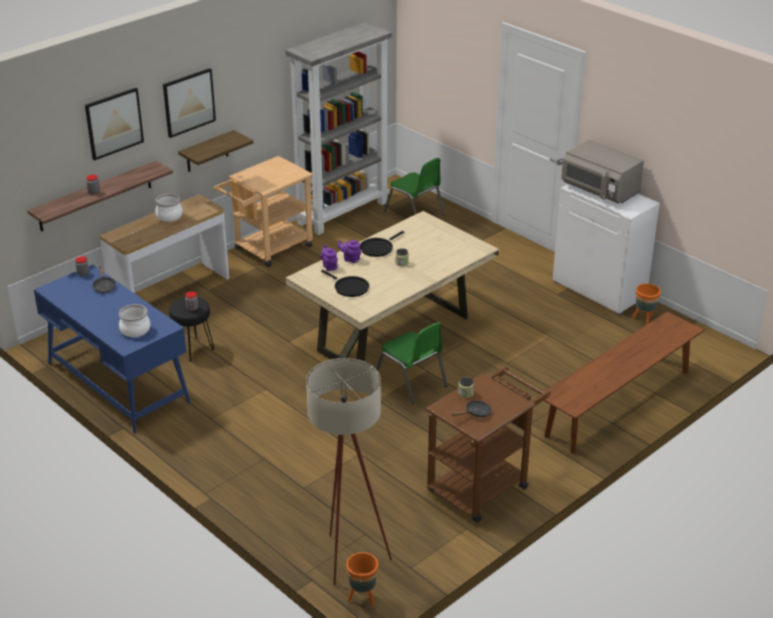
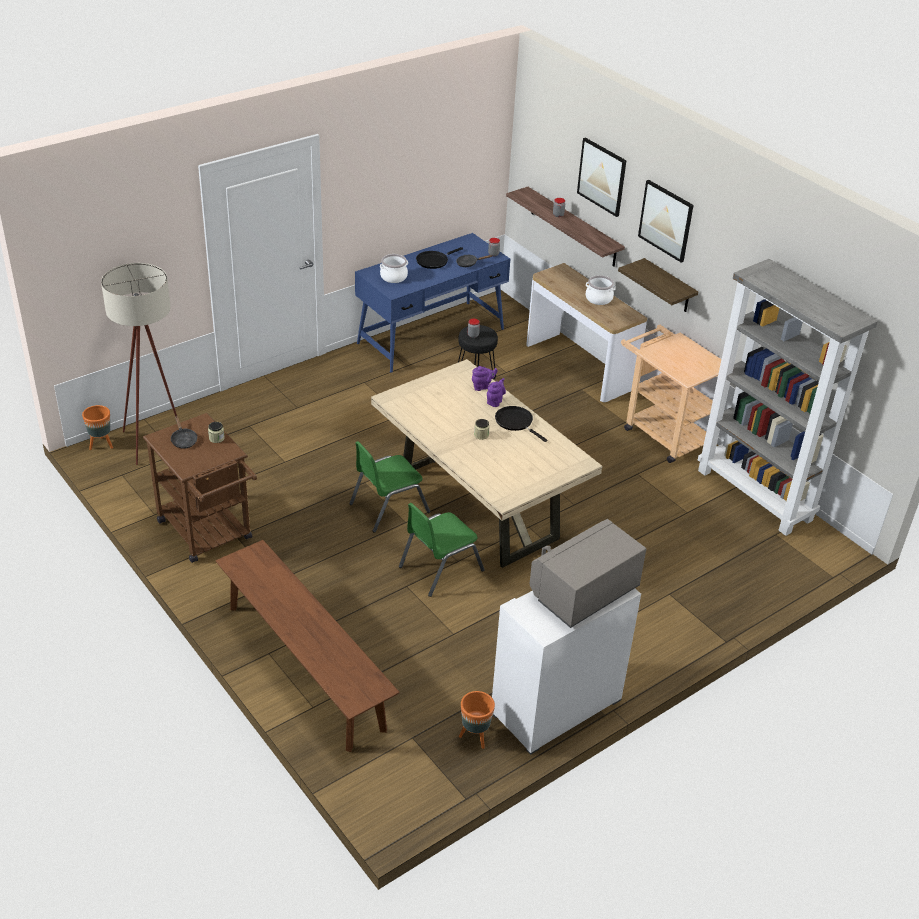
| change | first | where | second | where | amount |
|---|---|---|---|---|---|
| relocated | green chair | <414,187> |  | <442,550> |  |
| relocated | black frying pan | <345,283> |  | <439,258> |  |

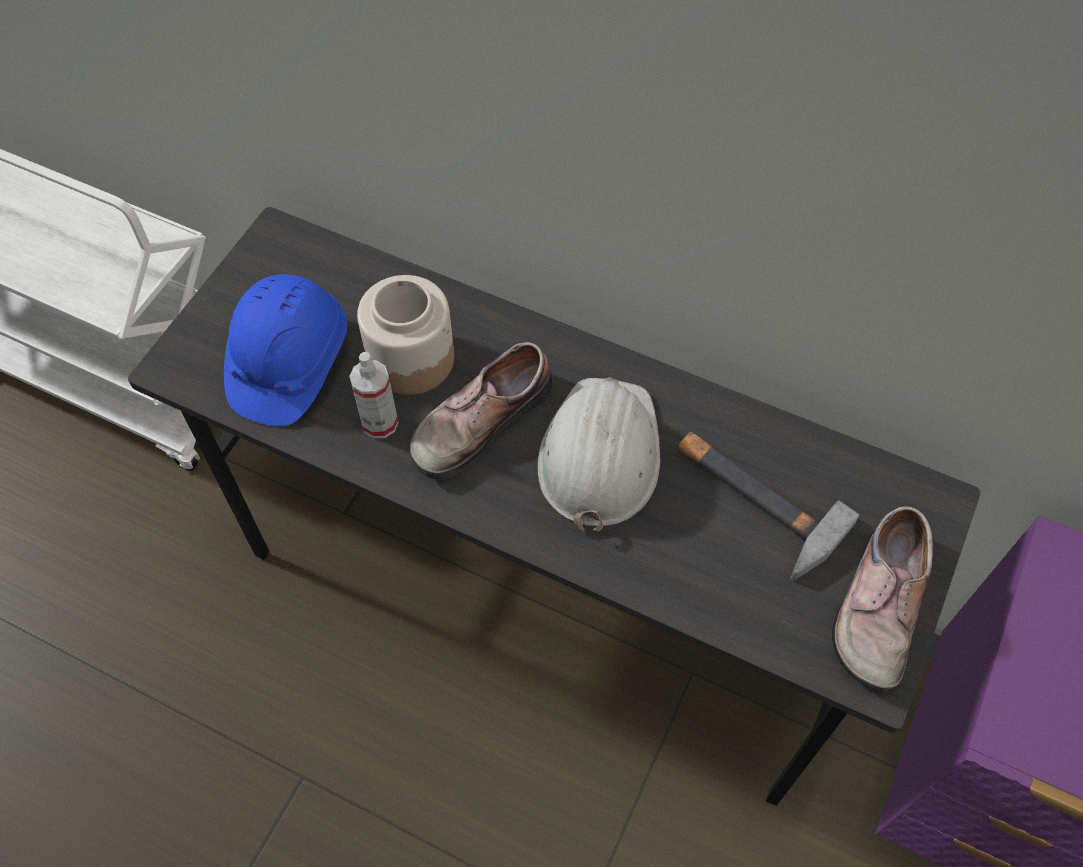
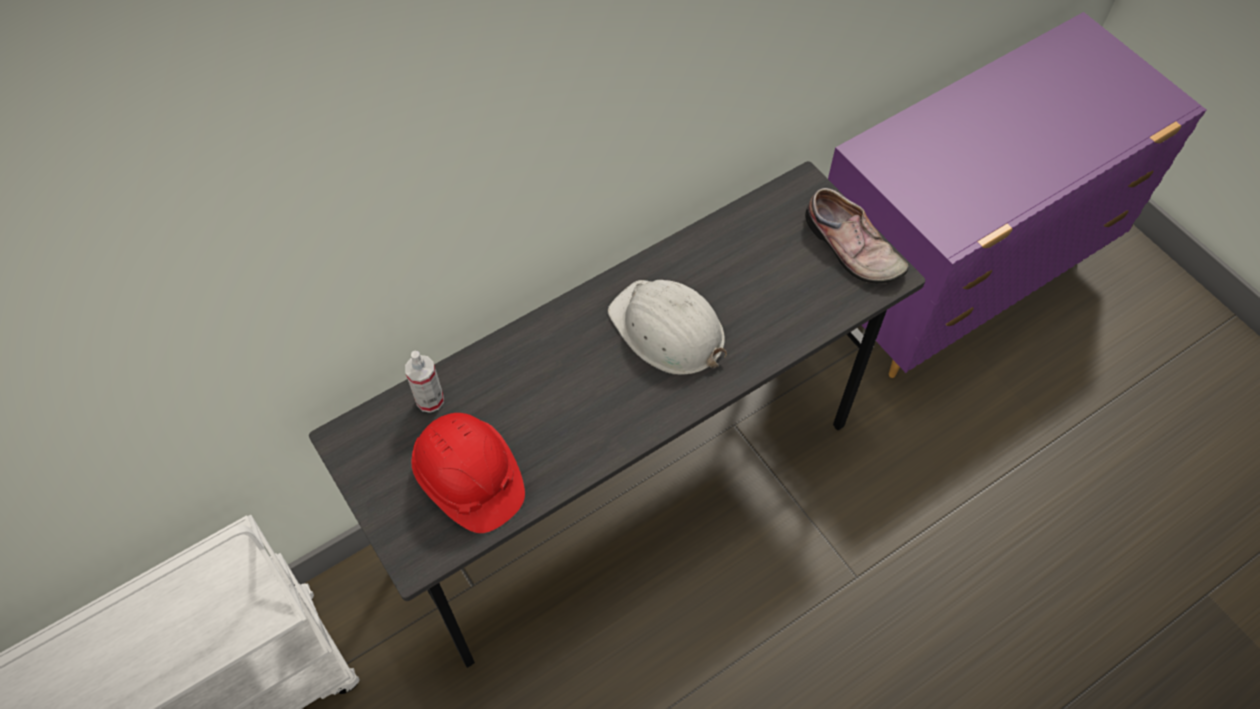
| change | first | where | second | where | amount |
|---|---|---|---|---|---|
| relocated | spray bottle | <373,395> |  | <424,382> |  |
| colour | blue hard hat | <285,350> | red hard hat | <468,473> |  |
| missing | jar | <405,335> |  |  |  |
| missing | shoe | <481,411> |  |  |  |
| missing | hammer | <768,506> |  |  |  |

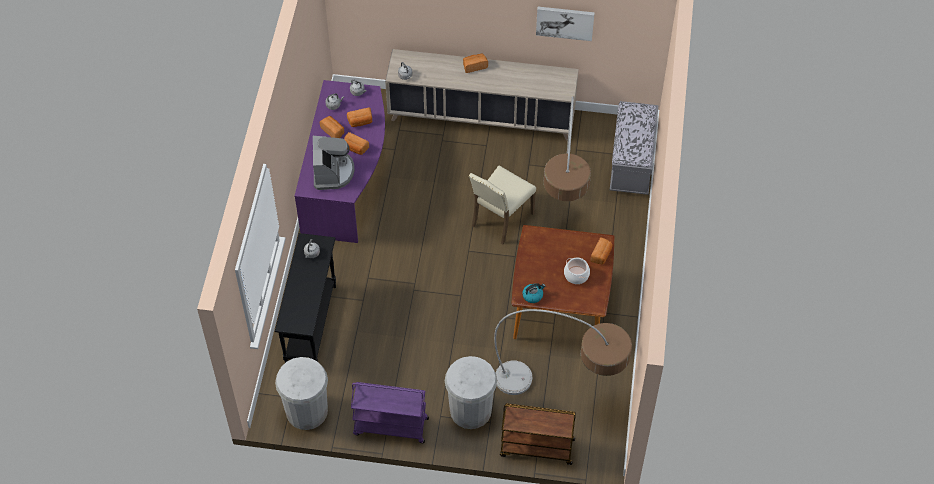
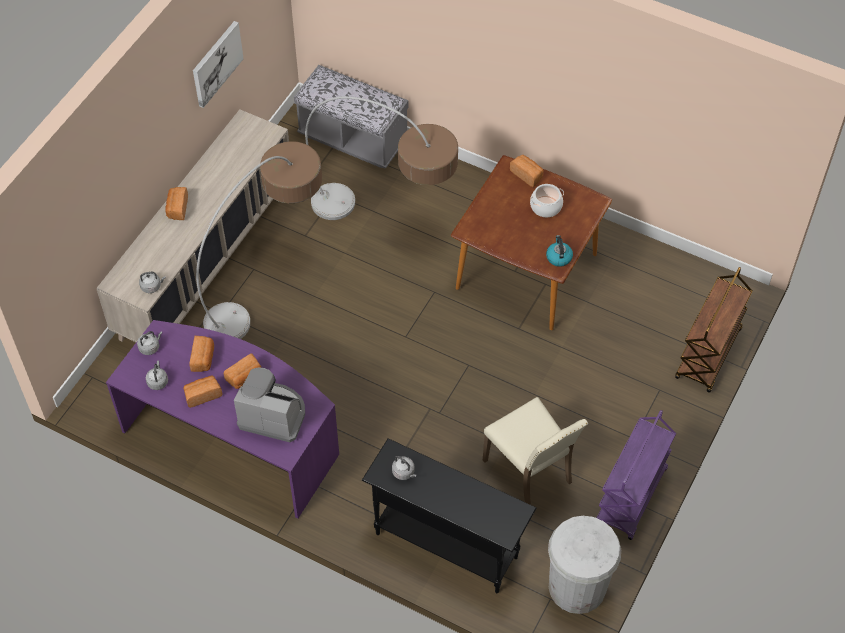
| change | first | where | second | where | amount |
|---|---|---|---|---|---|
| relocated | floor lamp | <563,352> |  | <259,240> |  |
| relocated | beige chair | <502,205> |  | <535,451> |  |
| missing | white trash can | <471,392> |  |  |  |

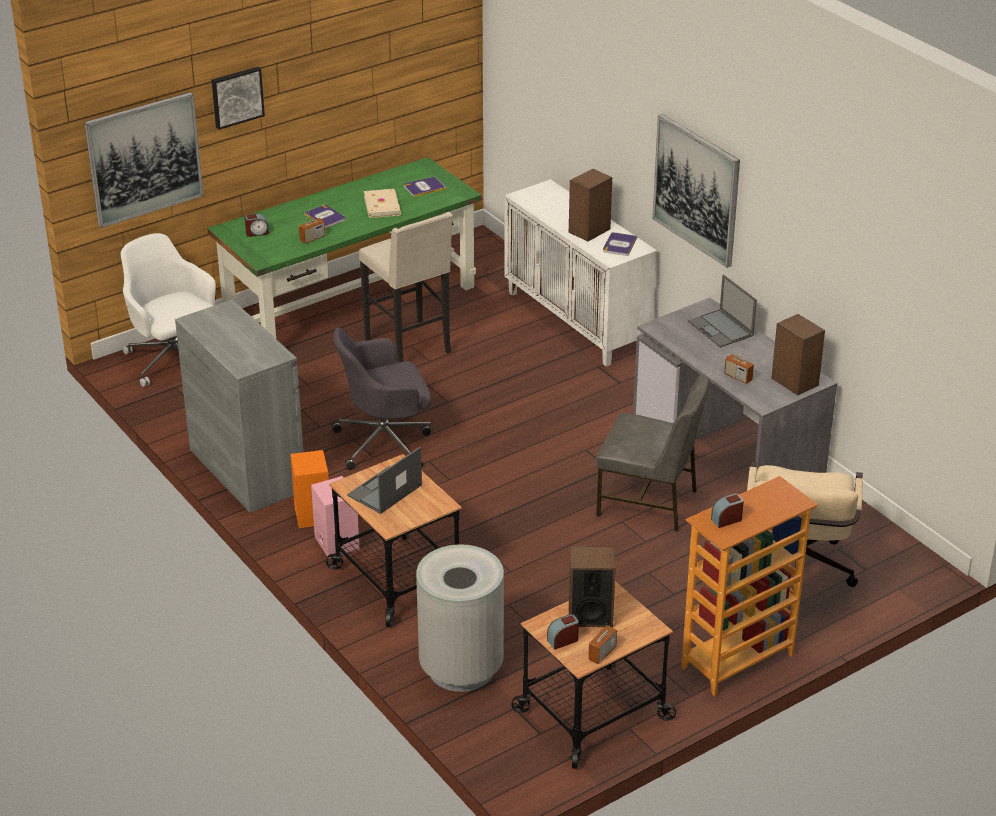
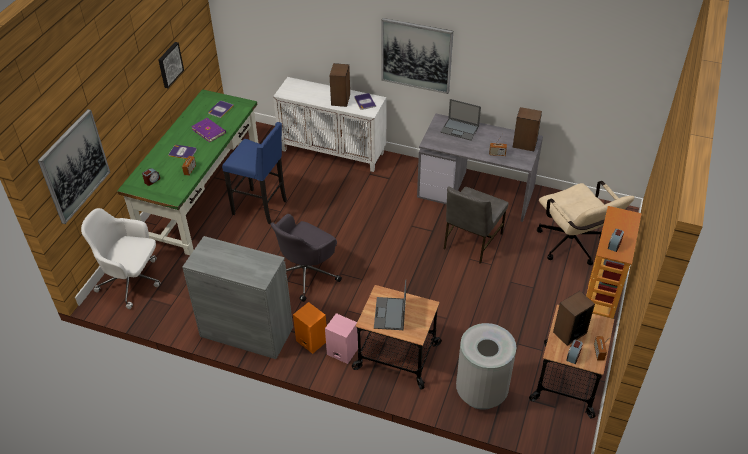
| change | first | where | second | where | amount |
|---|---|---|---|---|---|
| relocated | picture | <238,98> |  | <171,65> |  |
| colour | beige book | <382,203> | purple book | <208,130> |  |
| colour | beige stool | <406,287> | blue stool | <254,173> |  |
| spun | grey chair | <652,453> |  | <476,225> | 135 degrees clockwise |

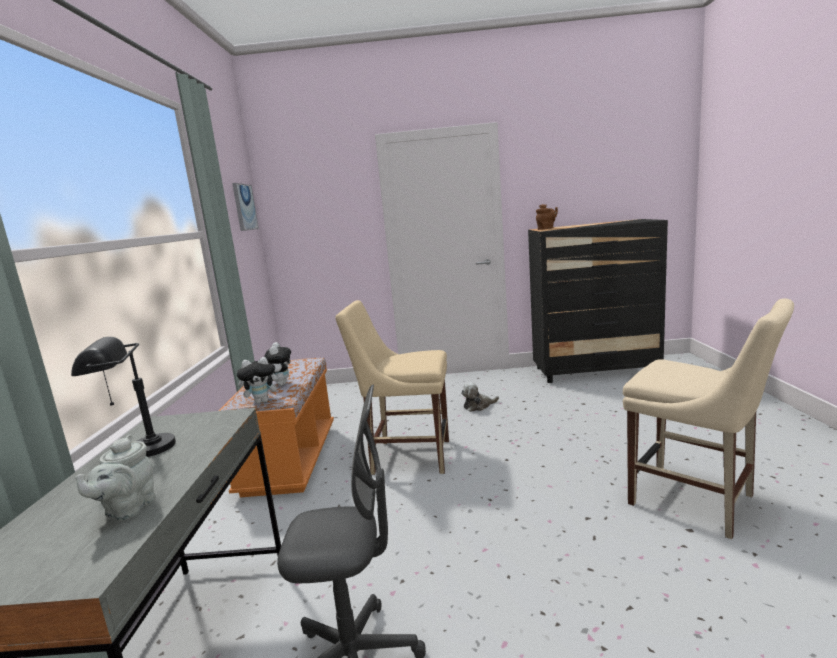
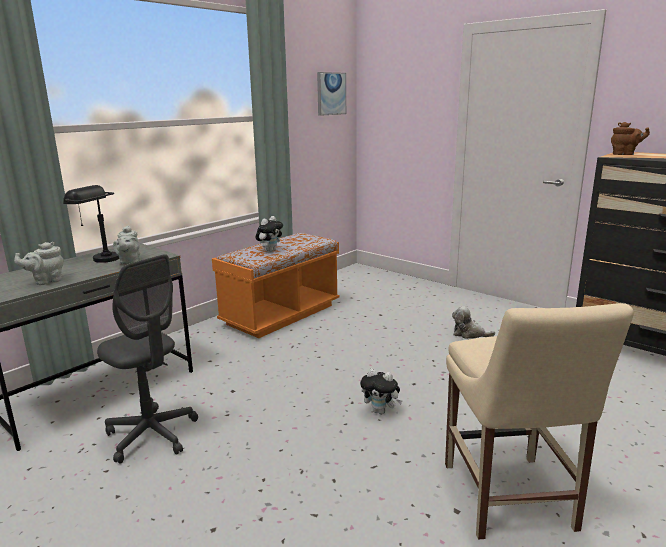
| change | first | where | second | where | amount |
|---|---|---|---|---|---|
| appeared |  |  | grey teapot | <127,244> |  |
| relocated | plush toy | <260,380> |  | <381,391> |  |
| missing | beige chair | <392,387> |  |  |  |

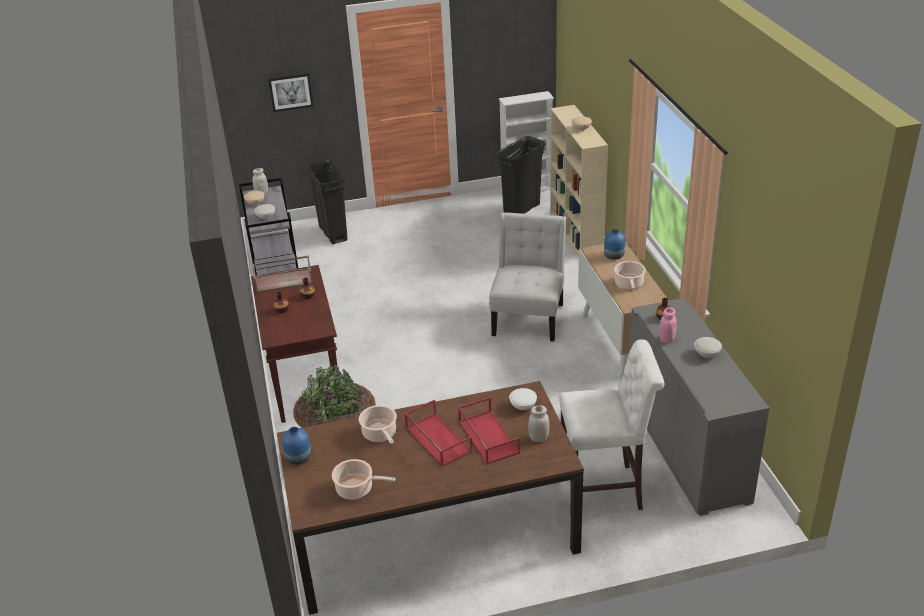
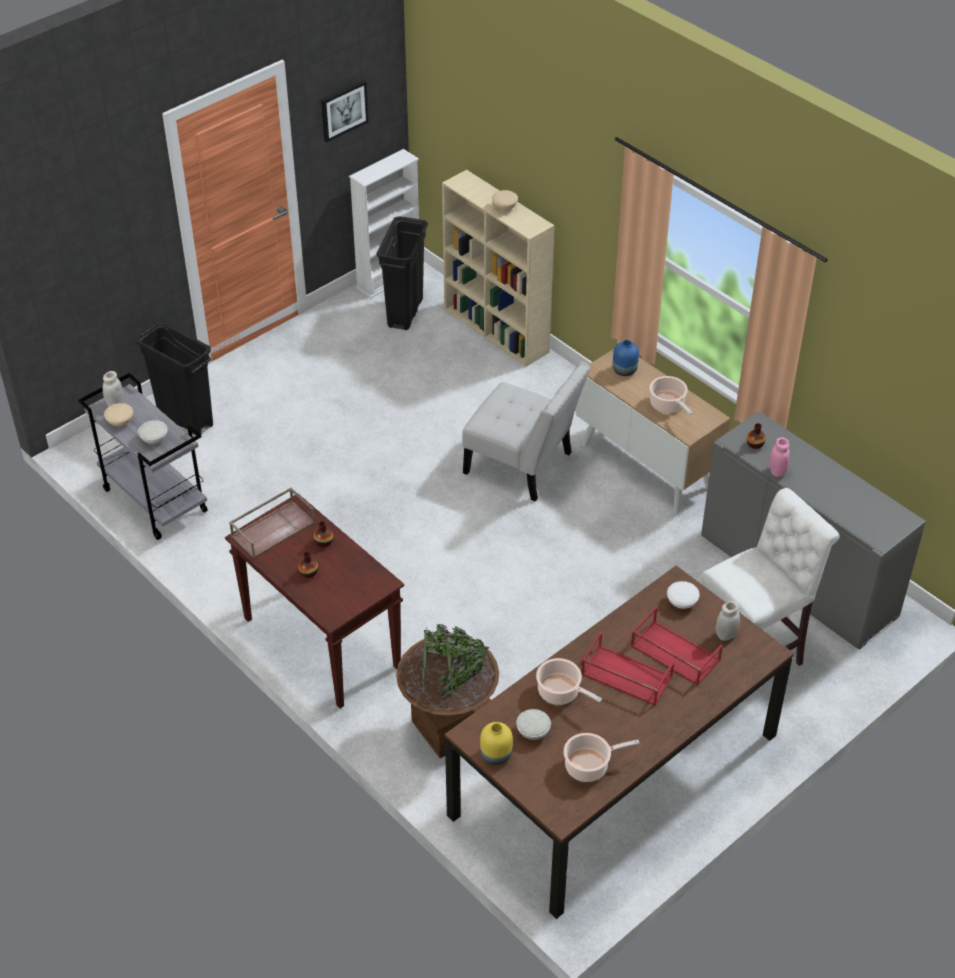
| change | first | where | second | where | amount |
|---|---|---|---|---|---|
| relocated | picture | <291,92> |  | <345,111> |  |
| spun | white chair | <527,277> |  | <526,432> | 135 degrees clockwise |
| colour | blue vase | <296,446> | yellow vase | <496,743> |  |
| relocated | white bowl | <708,347> |  | <533,724> |  |

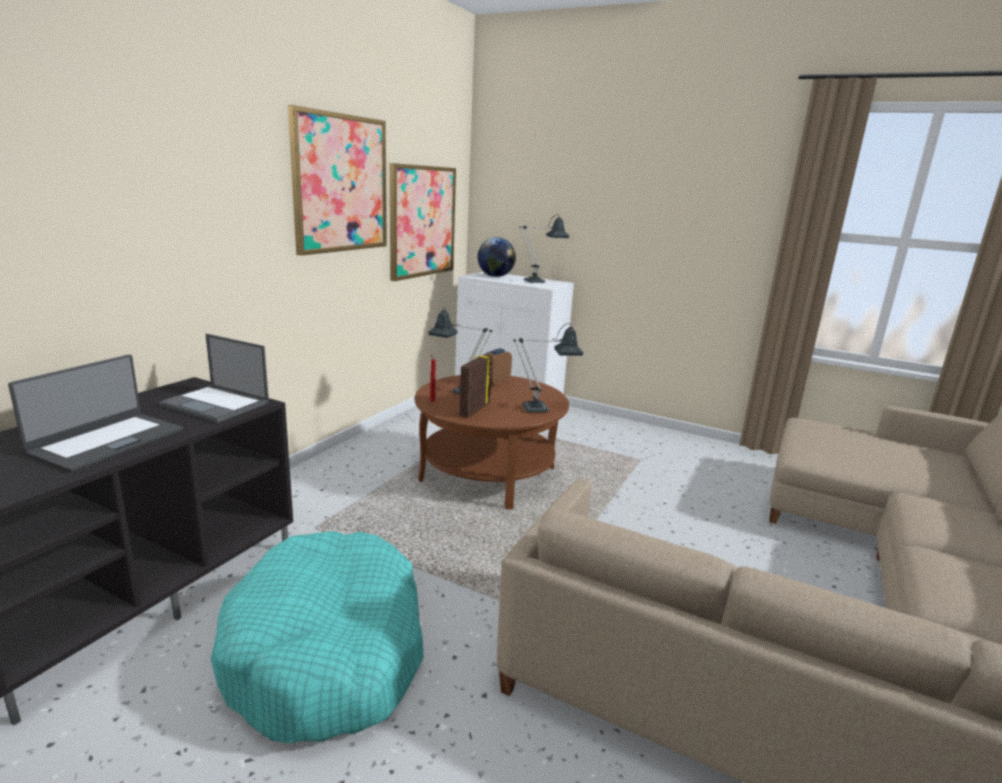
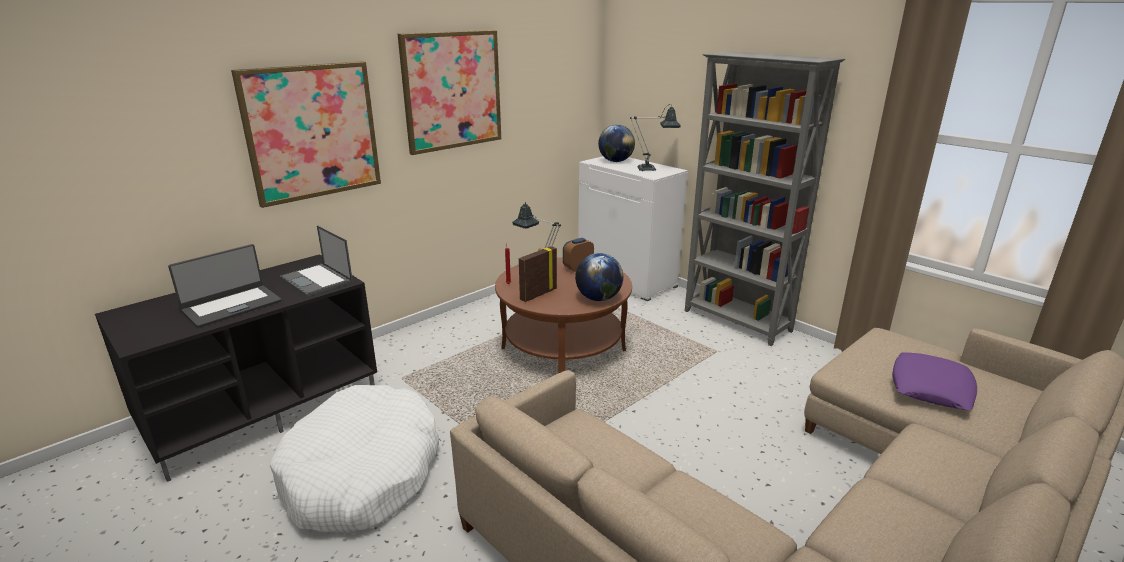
| change | first | where | second | where | amount |
|---|---|---|---|---|---|
| relocated | picture | <423,222> |  | <306,134> |  |
| colour | turquoise dog bed | <317,637> | white dog bed | <354,459> |  |
| exchanged | table lamp | <549,368> | globe | <599,277> |  |
| appeared |  |  | grey bookcase | <765,198> |  |
| appeared |  |  | purple pillow | <934,381> |  |

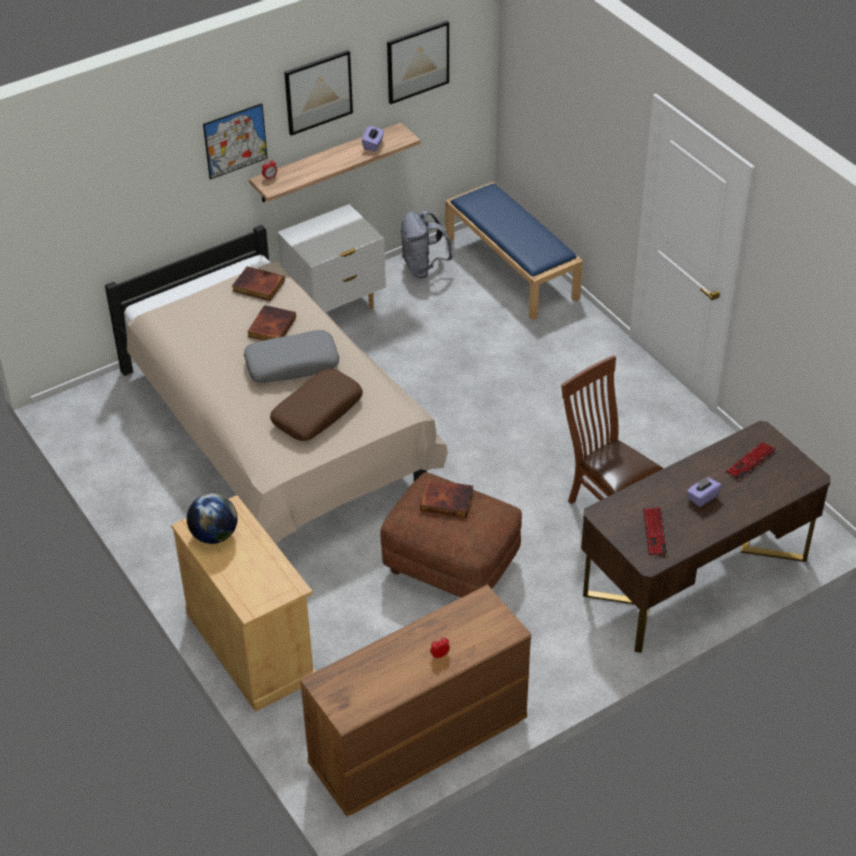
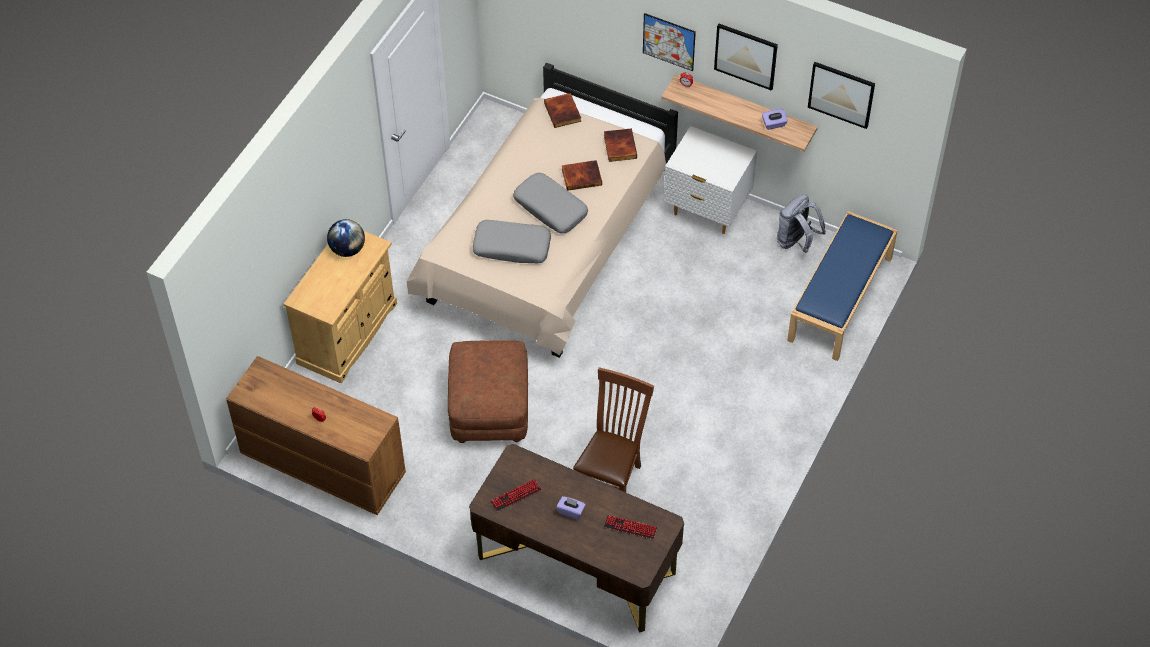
| change | first | where | second | where | amount |
|---|---|---|---|---|---|
| colour | brown pillow | <316,405> | grey pillow | <512,241> |  |
| relocated | book | <447,498> |  | <562,110> |  |

